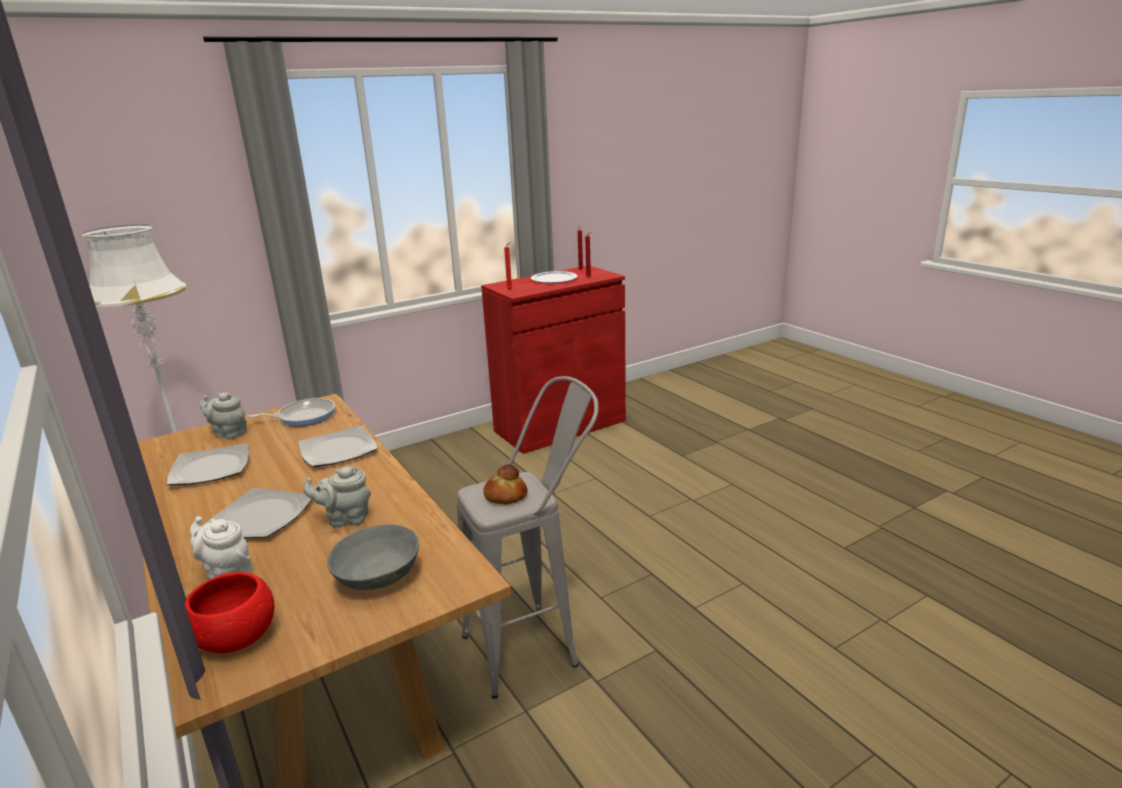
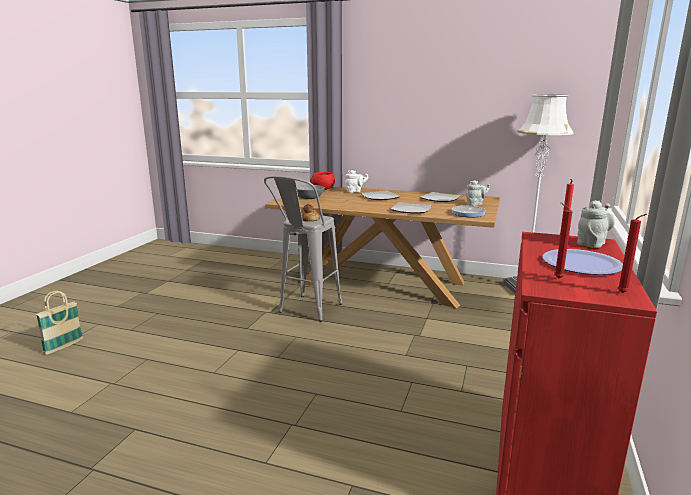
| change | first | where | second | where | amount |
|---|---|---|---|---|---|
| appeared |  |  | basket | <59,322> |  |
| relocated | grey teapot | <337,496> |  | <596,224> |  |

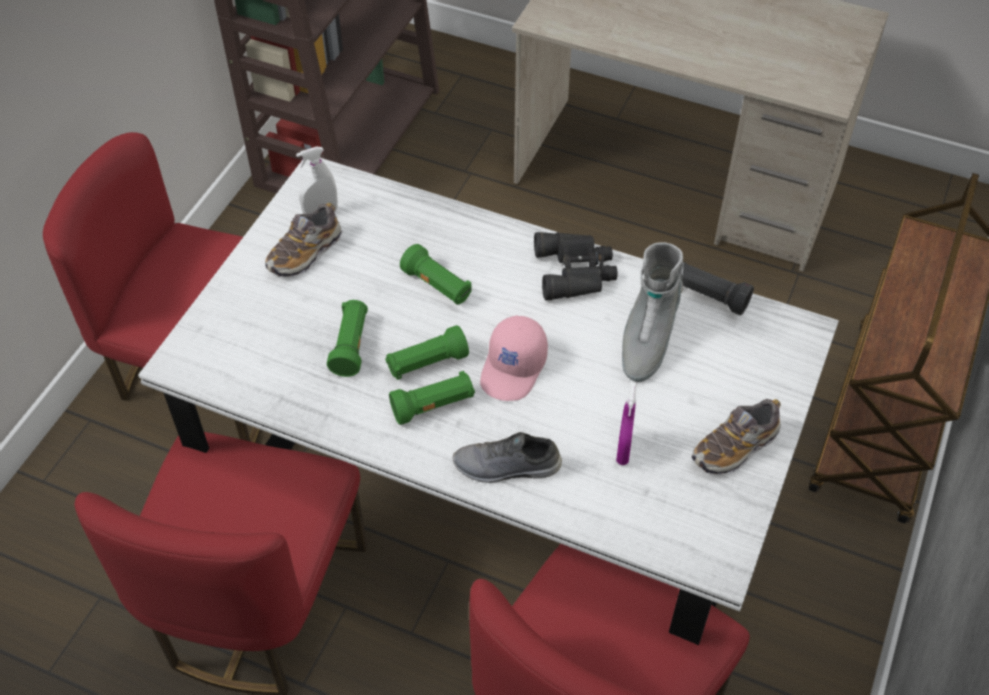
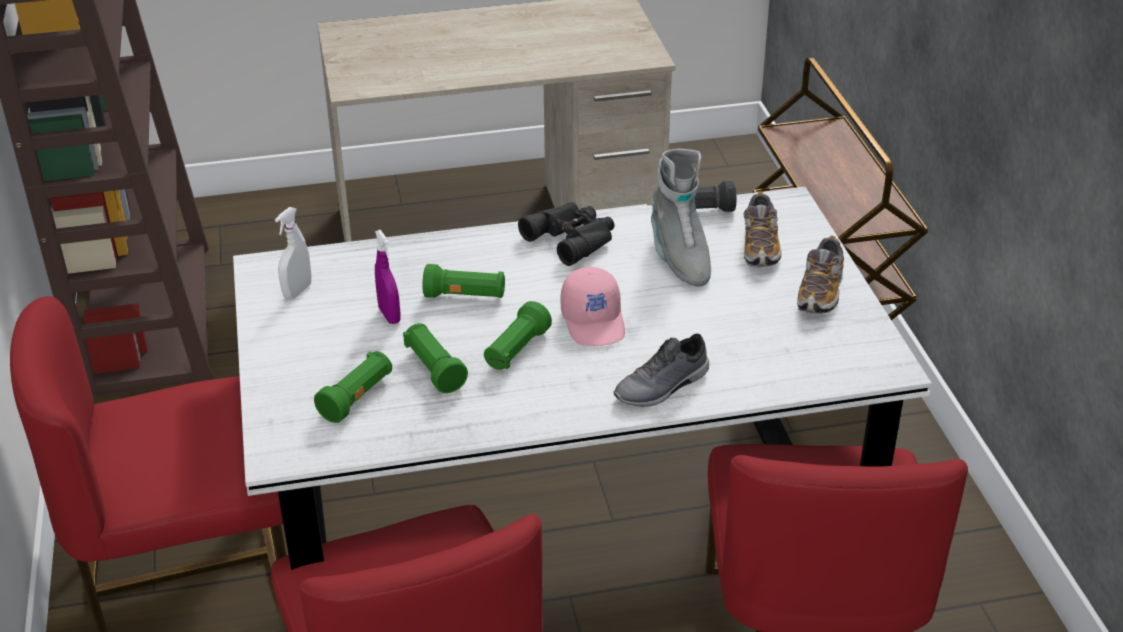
| change | first | where | second | where | amount |
|---|---|---|---|---|---|
| relocated | green flashlight | <432,398> |  | <353,387> |  |
| relocated | purple spray bottle | <626,423> |  | <388,277> |  |
| relocated | shoe | <303,240> |  | <763,229> |  |

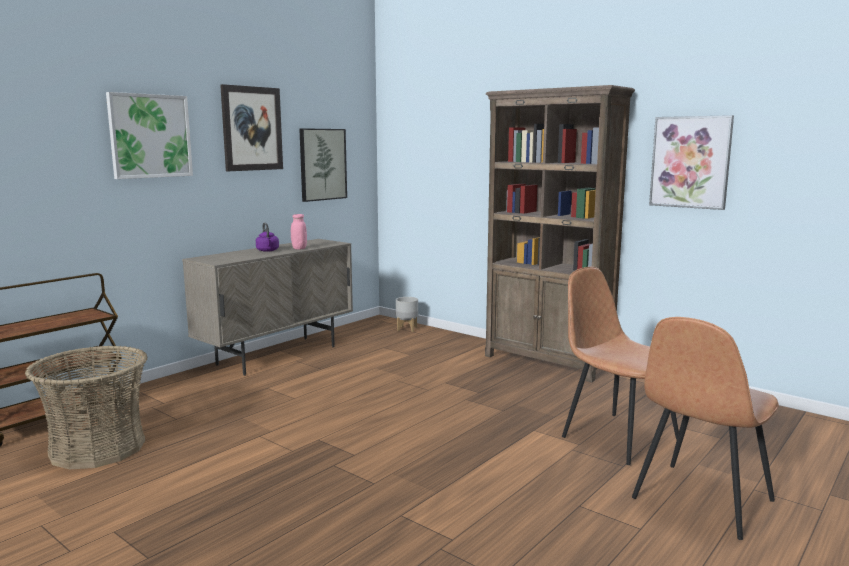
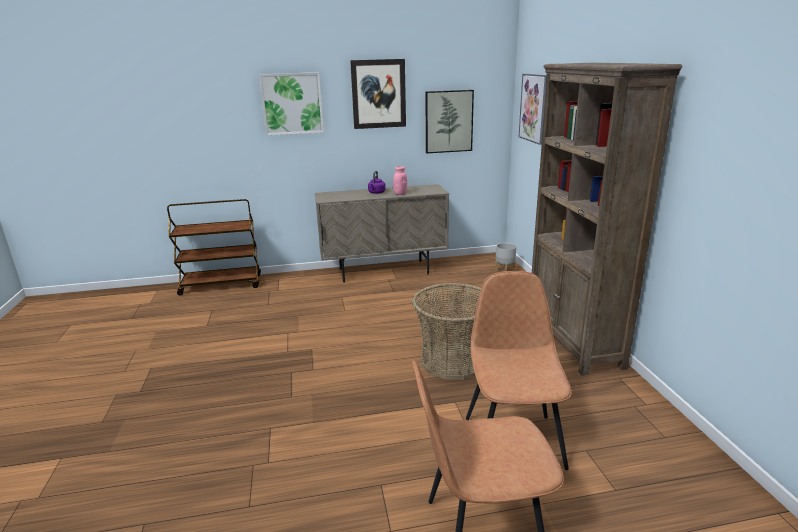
| change | first | where | second | where | amount |
|---|---|---|---|---|---|
| relocated | basket | <86,408> |  | <446,331> |  |
| relocated | picture | <691,162> |  | <533,109> |  |

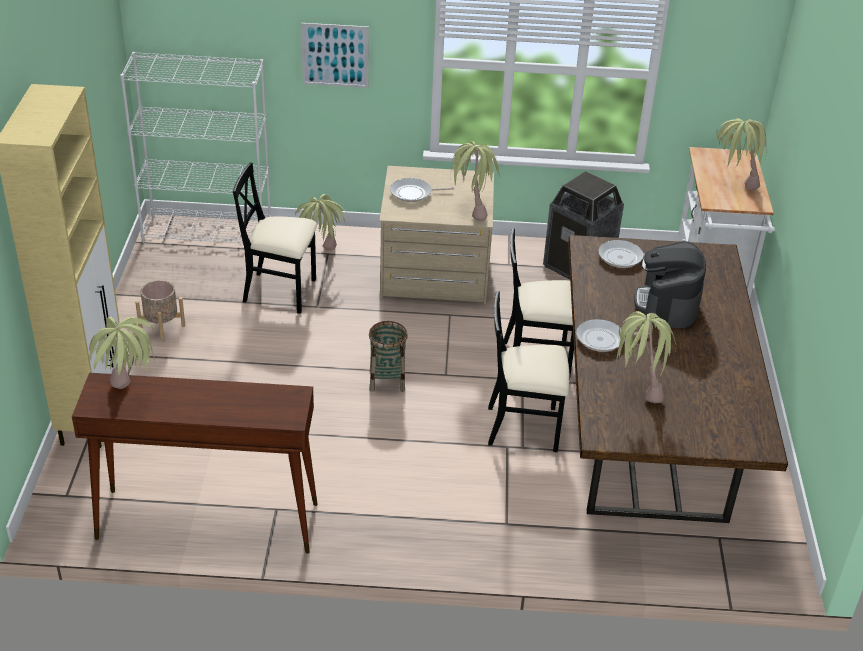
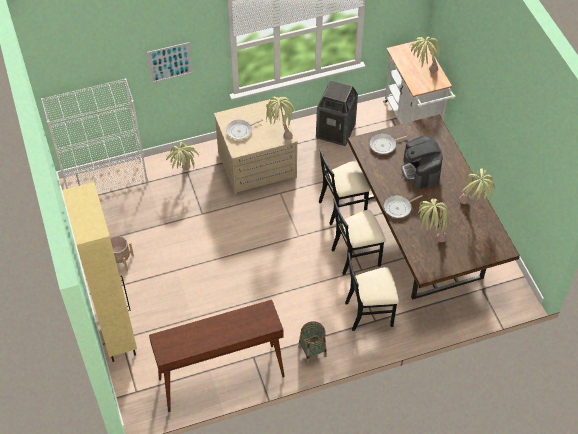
| change | first | where | second | where | amount |
|---|---|---|---|---|---|
| relocated | basket | <388,356> |  | <312,342> |  |
| relocated | black chair | <275,238> |  | <372,292> |  |
| relocated | potted plant | <122,352> |  | <477,186> |  |

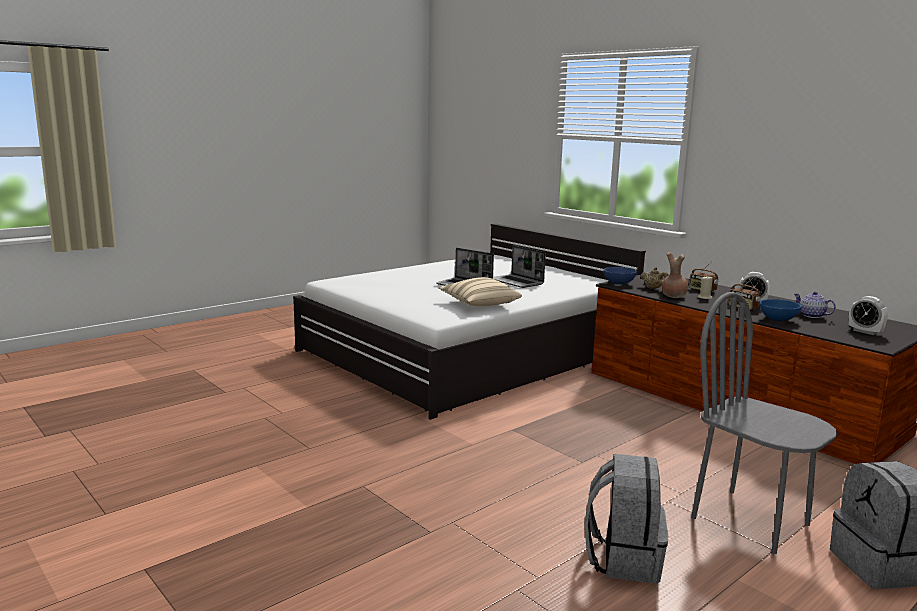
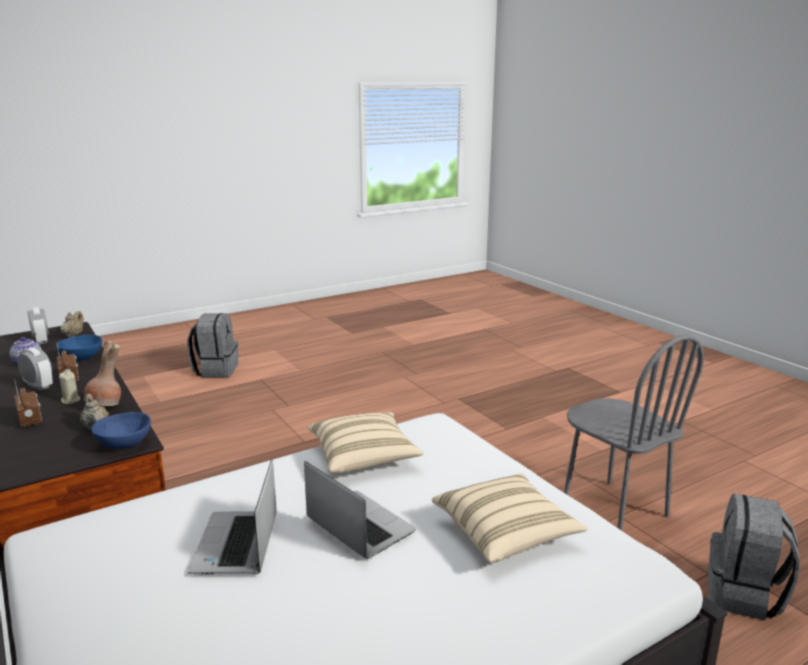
| change | first | where | second | where | amount |
|---|---|---|---|---|---|
| appeared |  |  | beige teapot | <72,324> |  |
| spun | laptop | <519,266> |  | <232,517> | 150 degrees counterclockwise |
| appeared |  |  | beige pillow | <510,518> |  |
| relocated | grey chair | <764,423> |  | <634,432> |  |
| relocated | grey backpack | <626,518> |  | <754,557> |  |

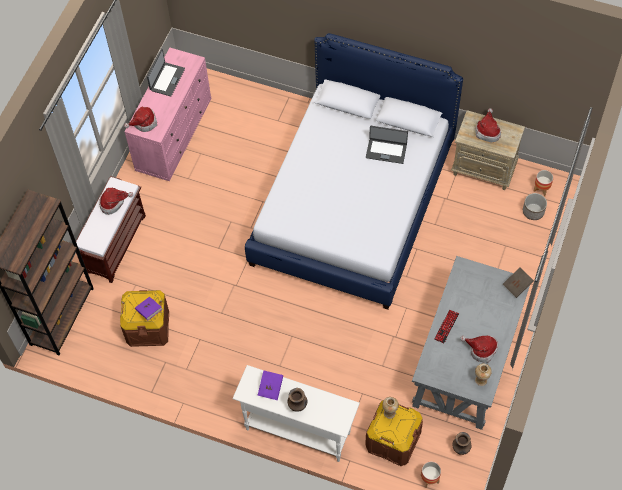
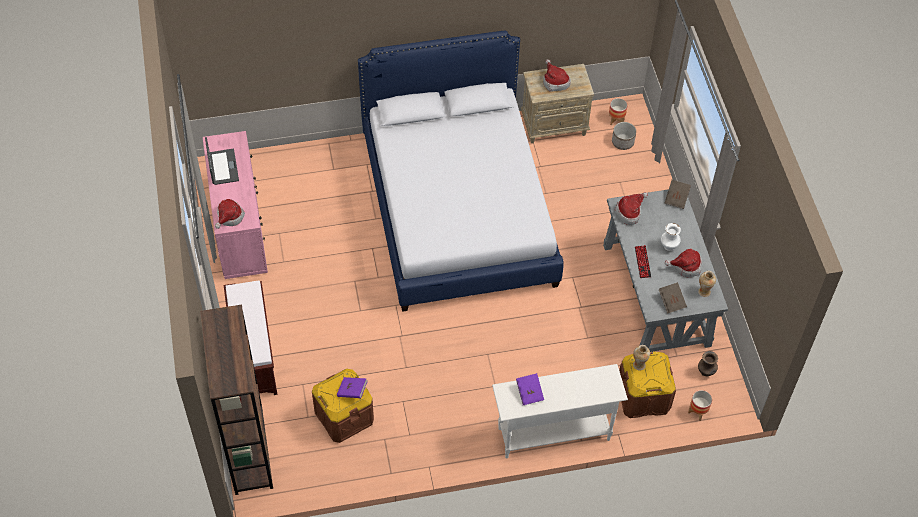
| change | first | where | second | where | amount |
|---|---|---|---|---|---|
| relocated | hat | <116,201> |  | <631,208> |  |
| appeared |  |  | brown book | <673,298> |  |
| appeared |  |  | white vase | <671,237> |  |
| missing | brown vase | <297,400> |  |  |  |
| missing | laptop | <387,145> |  |  |  |

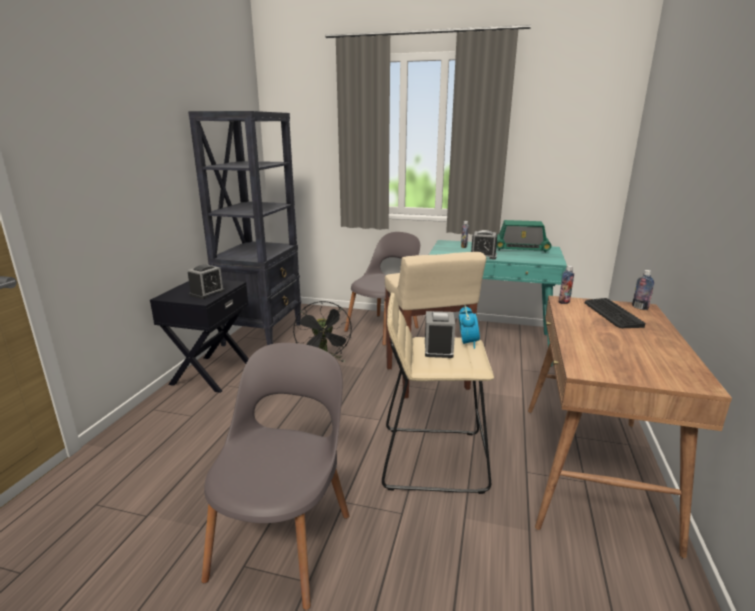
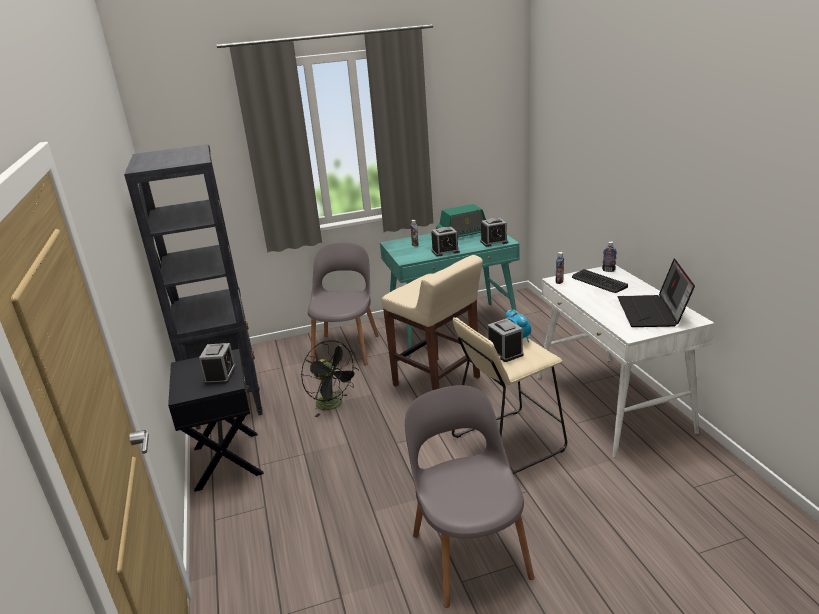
| change | first | where | second | where | amount |
|---|---|---|---|---|---|
| appeared |  |  | alarm clock | <494,232> |  |
| colour | brown desk | <630,427> | white desk | <626,361> |  |
| appeared |  |  | laptop | <656,293> |  |

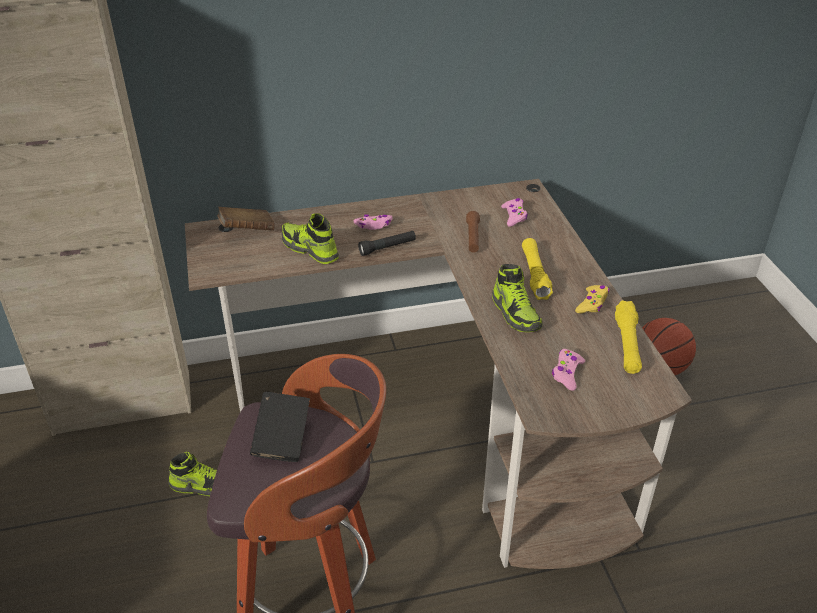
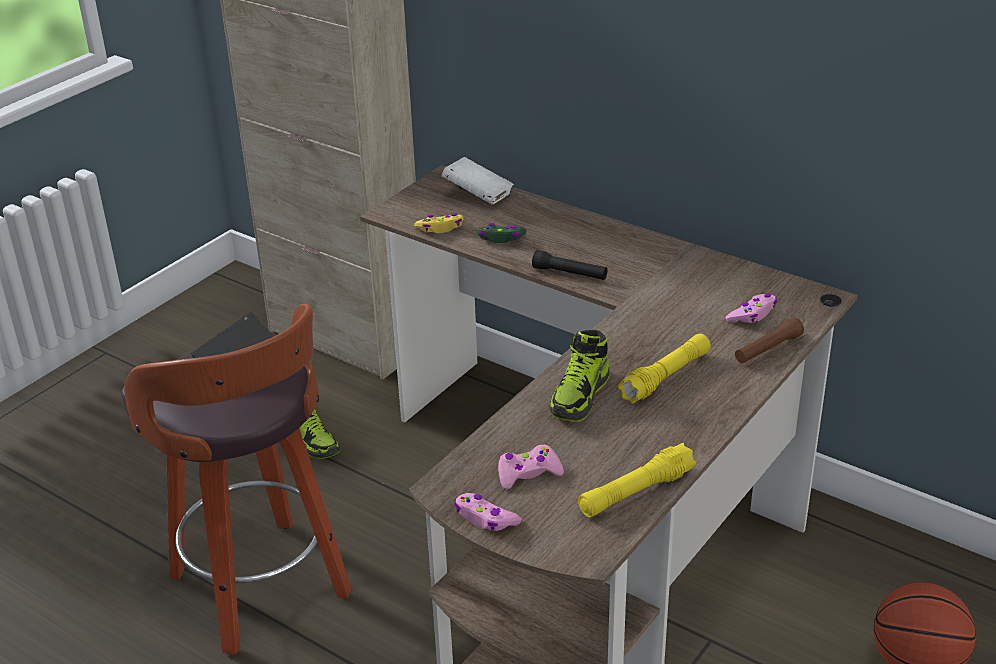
| change | first | where | second | where | amount |
|---|---|---|---|---|---|
| relocated | yellow game controller | <592,299> |  | <438,223> |  |
| colour | brown book | <246,219> | white book | <478,180> |  |
| relocated | pink game controller | <373,222> |  | <488,512> |  |
| exchanged | shoe | <310,238> | green game controller | <501,233> |  |
| relocated | brown flashlight | <473,232> |  | <769,340> |  |

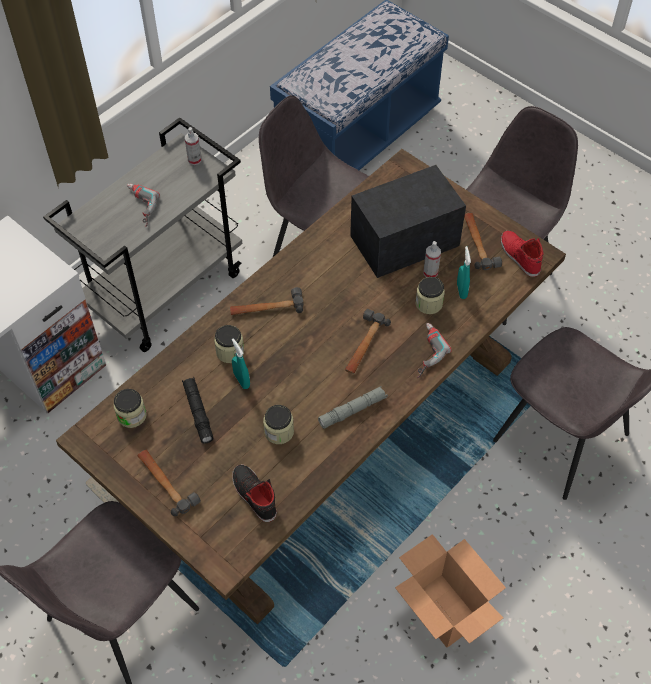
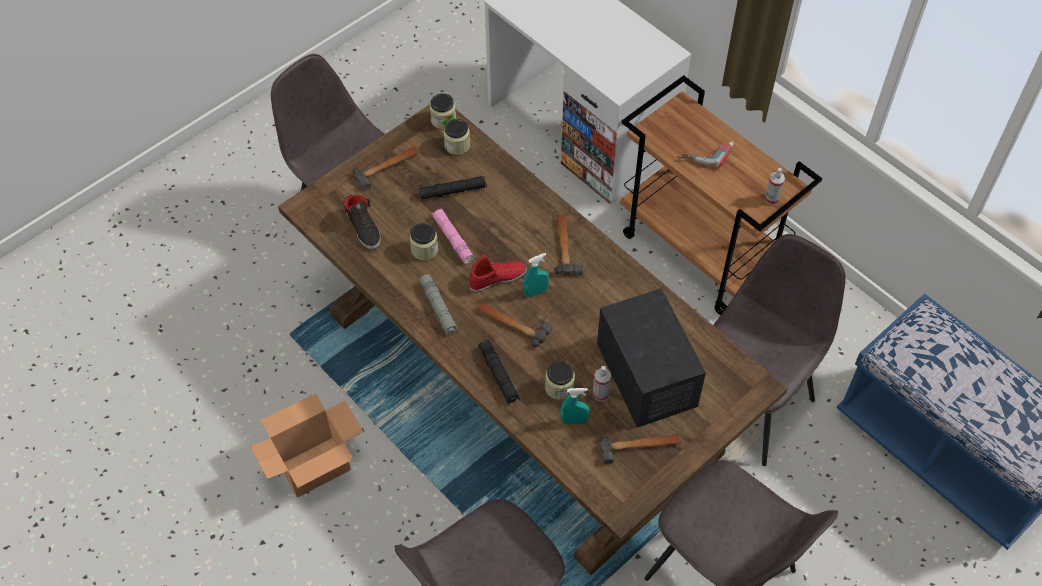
| change | first | where | second | where | amount |
|---|---|---|---|---|---|
| spun | black shoe | <254,493> |  | <362,222> | 90 degrees clockwise |
| relocated | jar | <229,344> |  | <443,111> |  |
| appeared |  |  | pink flashlight | <453,236> |  |
| relocated | red shoe | <522,254> |  | <497,273> |  |
| exchanged | power drill | <434,350> | black flashlight | <499,372> |  |
| relocated | turquoise spray bottle | <241,363> |  | <536,275> |  |
| colour | grey cart | <142,234> | brown cart | <721,195> |  |

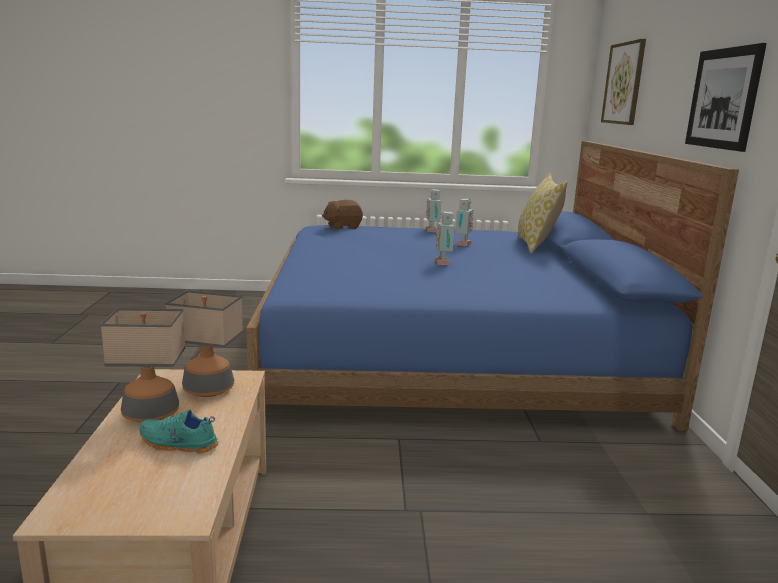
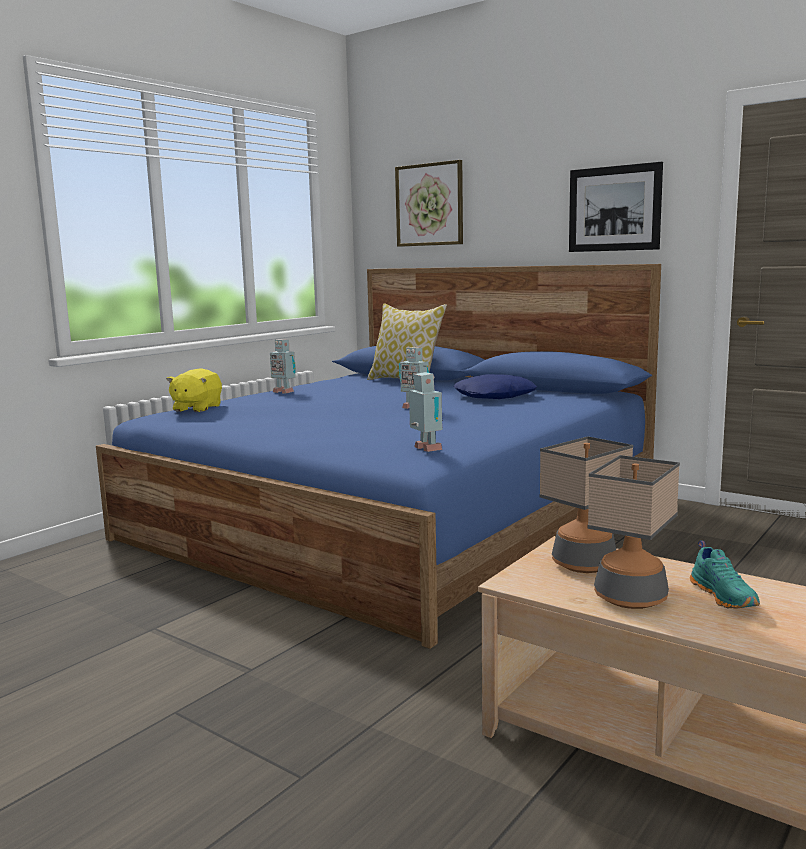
| change | first | where | second | where | amount |
|---|---|---|---|---|---|
| colour | brown plush toy | <342,215> | yellow plush toy | <194,390> |  |
| relocated | toy robot | <464,222> |  | <425,412> |  |
| appeared |  |  | blue pillow | <495,386> |  |
| spun | turquoise shoe | <179,432> |  | <725,575> | 60 degrees counterclockwise |

